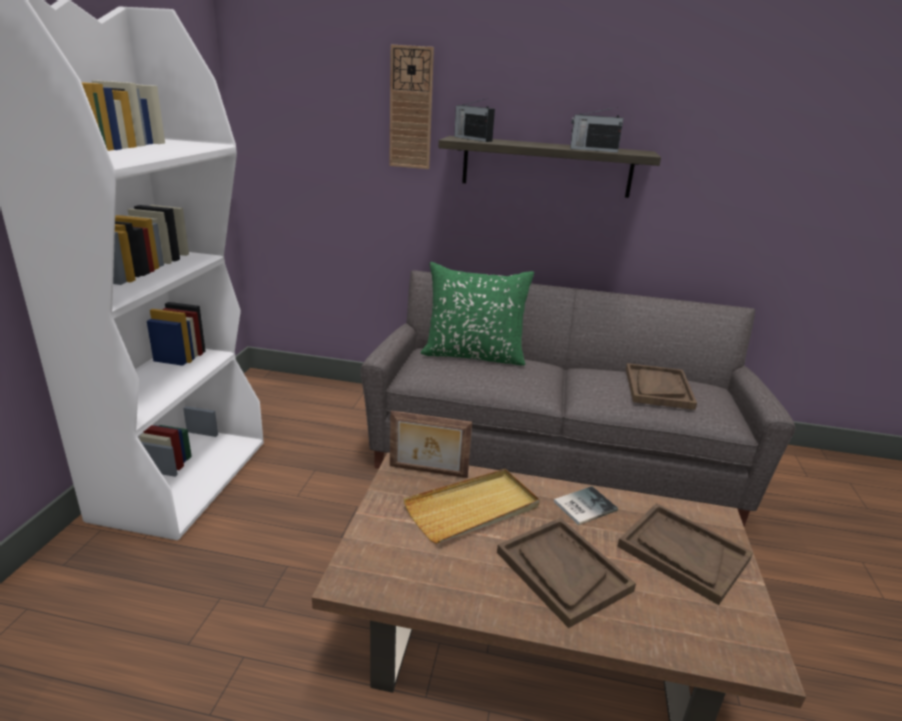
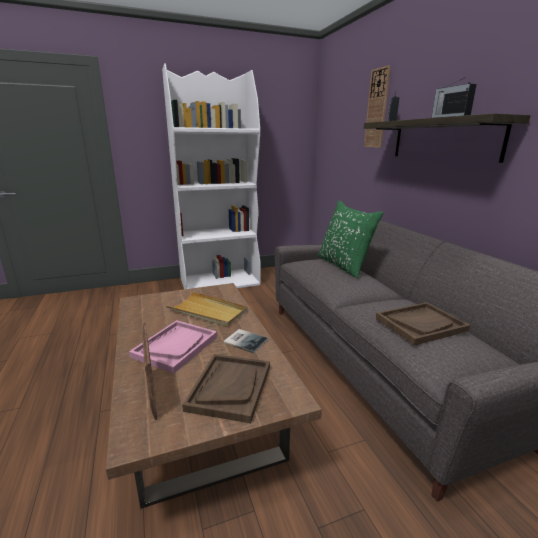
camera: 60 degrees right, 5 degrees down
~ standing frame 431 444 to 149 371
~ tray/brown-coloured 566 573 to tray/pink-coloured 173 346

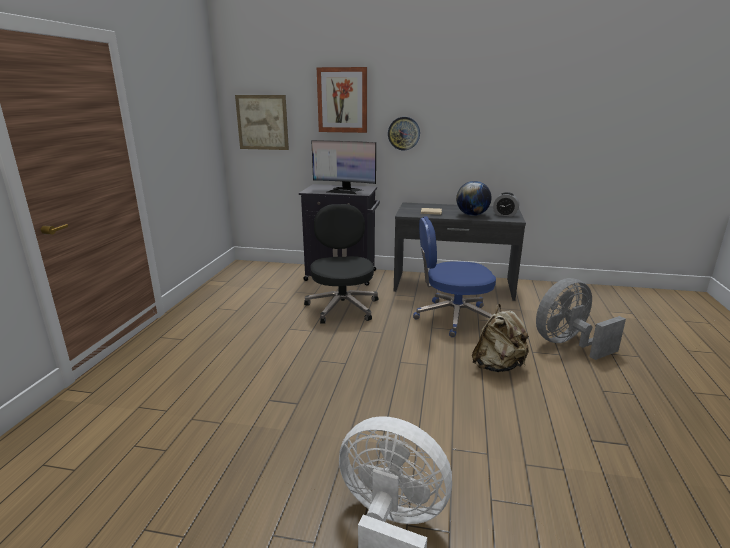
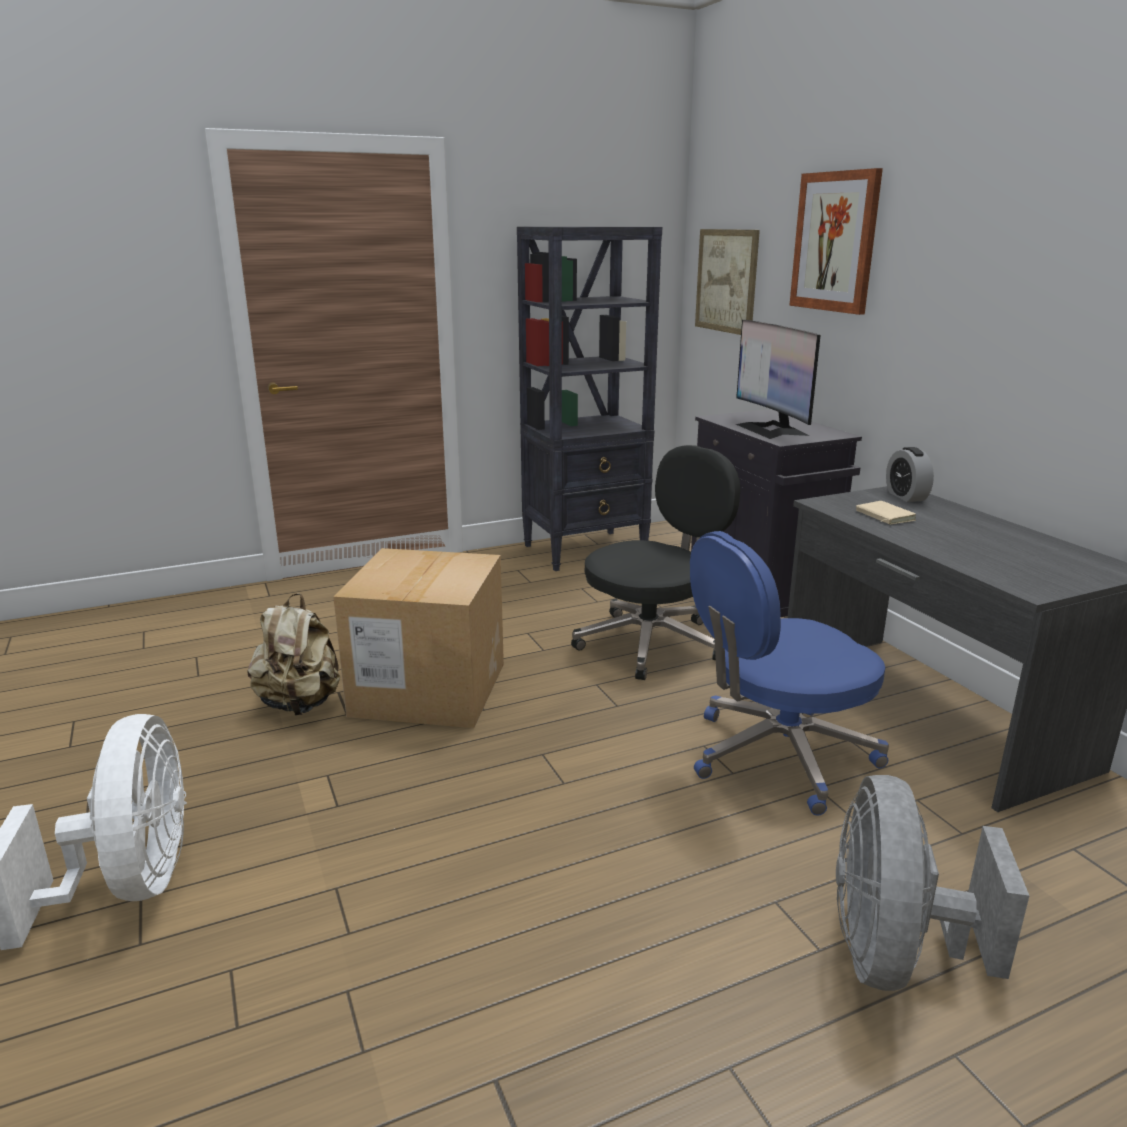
camera: 55 degrees right, 0 degrees up
- clock on the wall 404 133
- globe 474 198
+ cardboard box 418 638
+ shelving unit/black-coloured 589 398
~ knapsack/beige 501 338 to 294 654
~ alarm clock 506 204 to 910 474
~ office chair/blue 454 276 = 789 673 75 degrees counterclockwise
~ electric fan/greyish 581 319 = 932 883 105 degrees counterclockwise

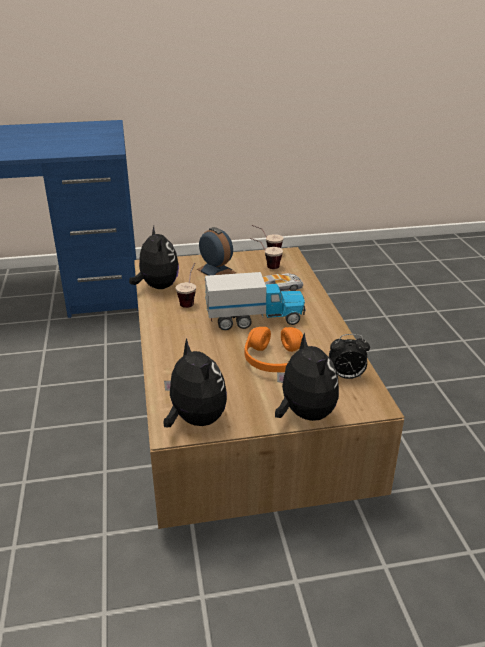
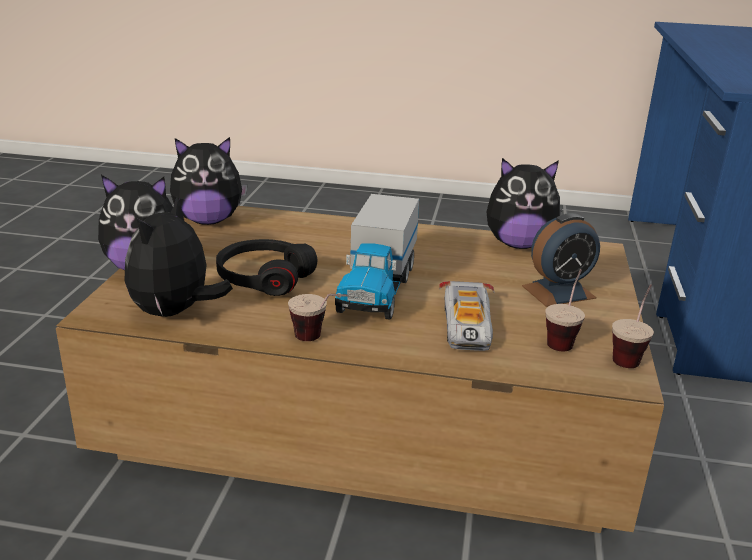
camera: 110 degrees right, 5 degrees down
~ cup 186 285 to 318 317
~ alarm clock 349 356 to soft toy 178 256
~ headphones/orange 274 349 to headphones/black-coloured 266 267

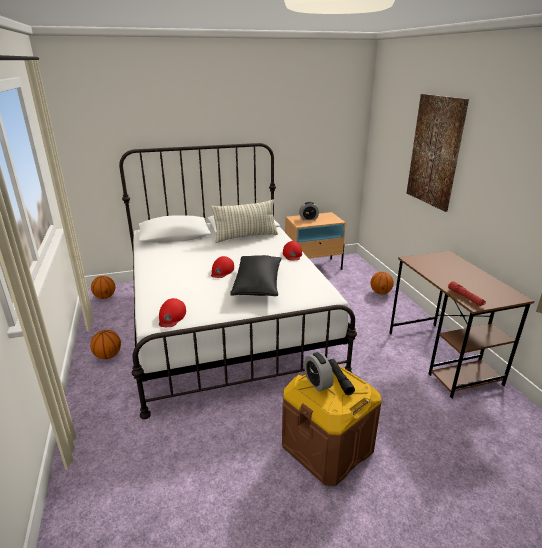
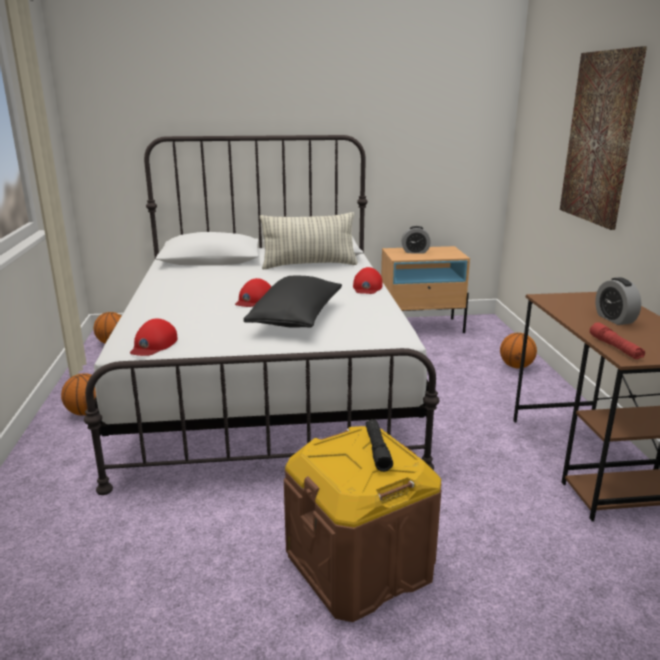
camera: 10 degrees right, 5 degrees down
~ alarm clock 319 372 to 618 301

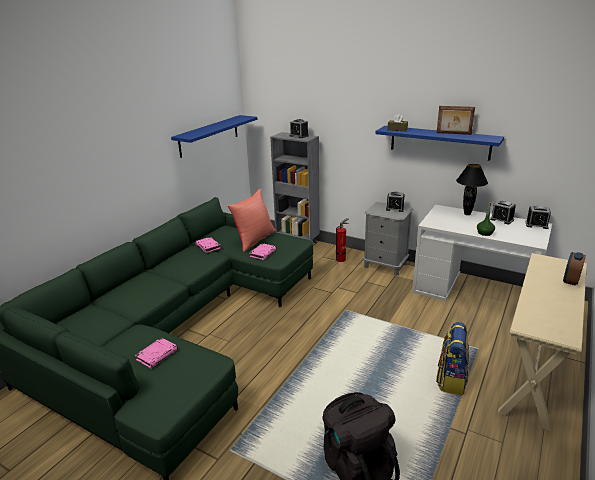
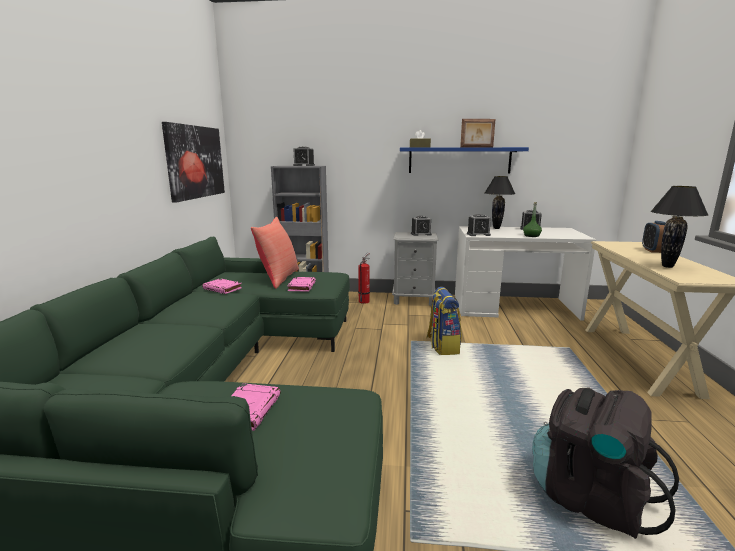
camera: 25 degrees left, 10 degrees down
+ table lamp/black-coloured 679 227
~ knapsack 452 358 to 444 321
~ alarm clock 538 217 to 479 225
~ wall shelf/blue 214 136 to wall art 193 162

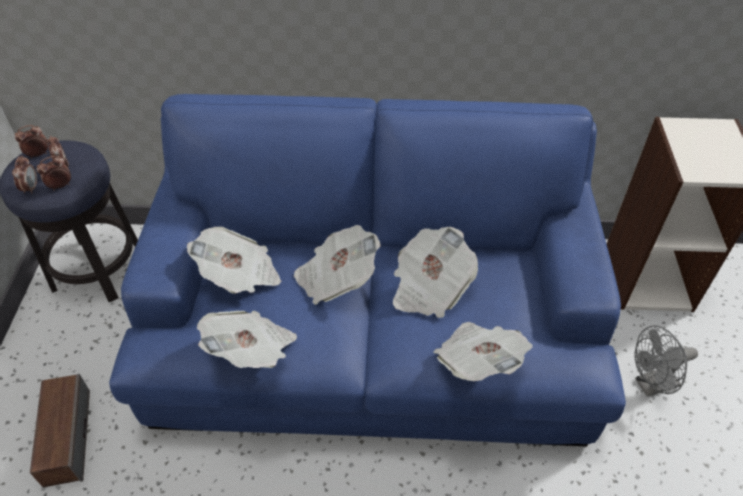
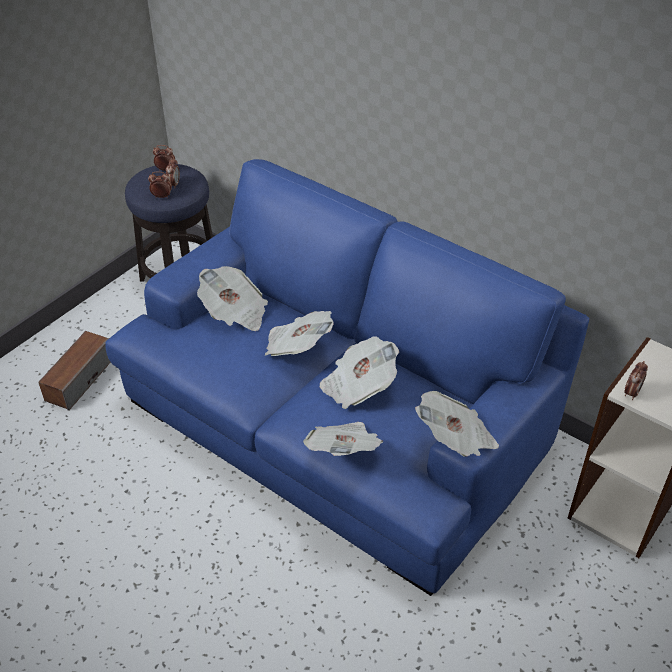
camera: 35 degrees right, 5 degrees down
- electric fan/greyish 666 361
~ alarm clock 24 175 to 636 380
~ daily paper 247 339 to 457 424

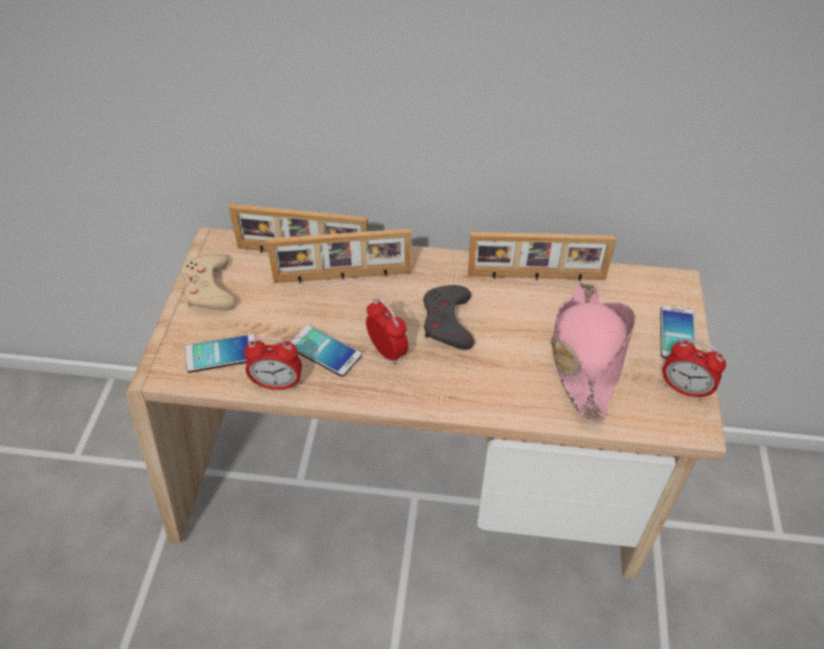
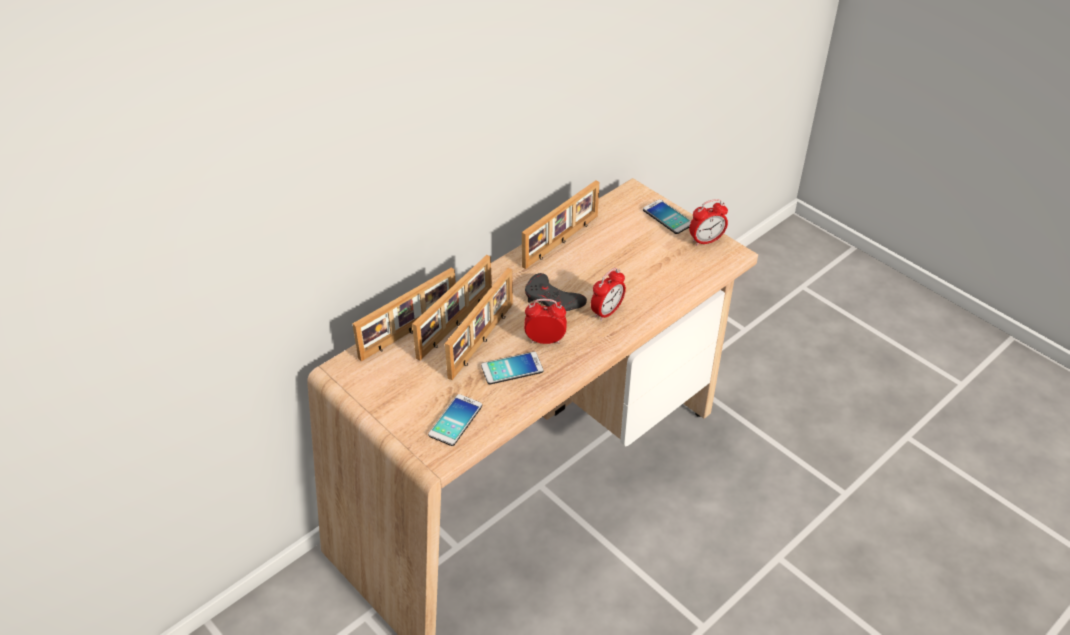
camera: 50 degrees left, 5 degrees down
- game controller/beige 208 282
- hat/pink-coloured 592 352
+ standing frame 479 324
~ alarm clock 273 363 to 608 294

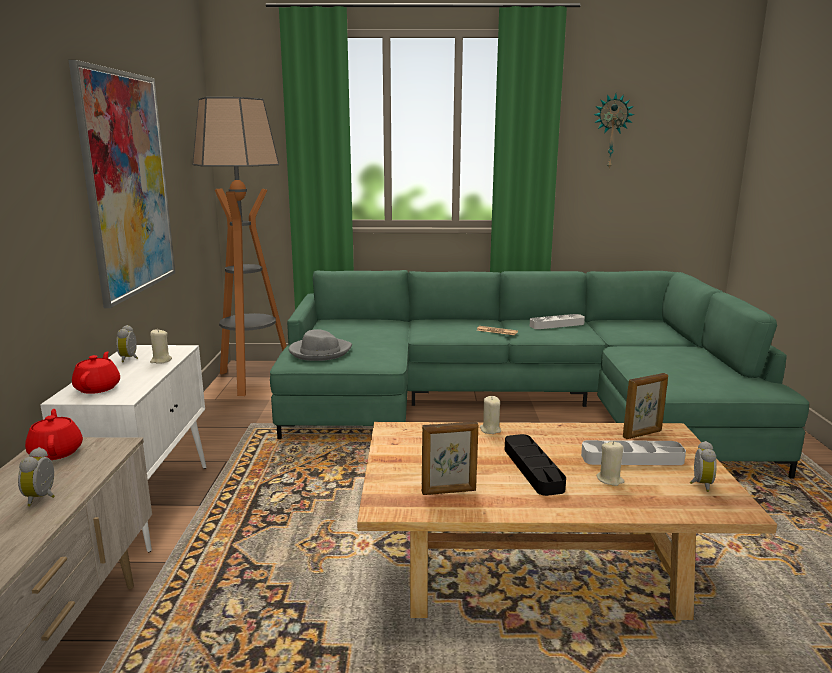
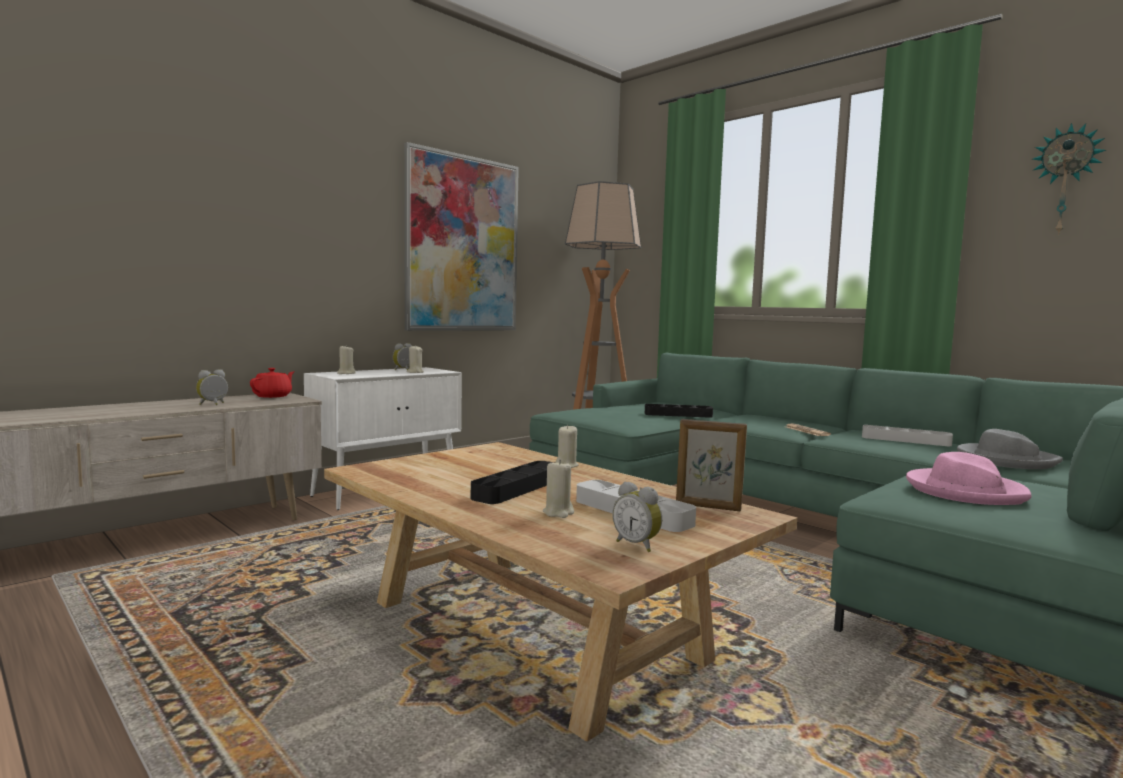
camera: 45 degrees right, 10 degrees down
- standing frame 450 458
+ tray/black-coloured 679 411
+ hat/pink-coloured 969 478
~ hat/greyish 320 345 to 1010 449
~ teapot/red-coloured 96 372 to wax candle/beige 346 359
~ alarm clock 703 466 = 637 516 75 degrees clockwise

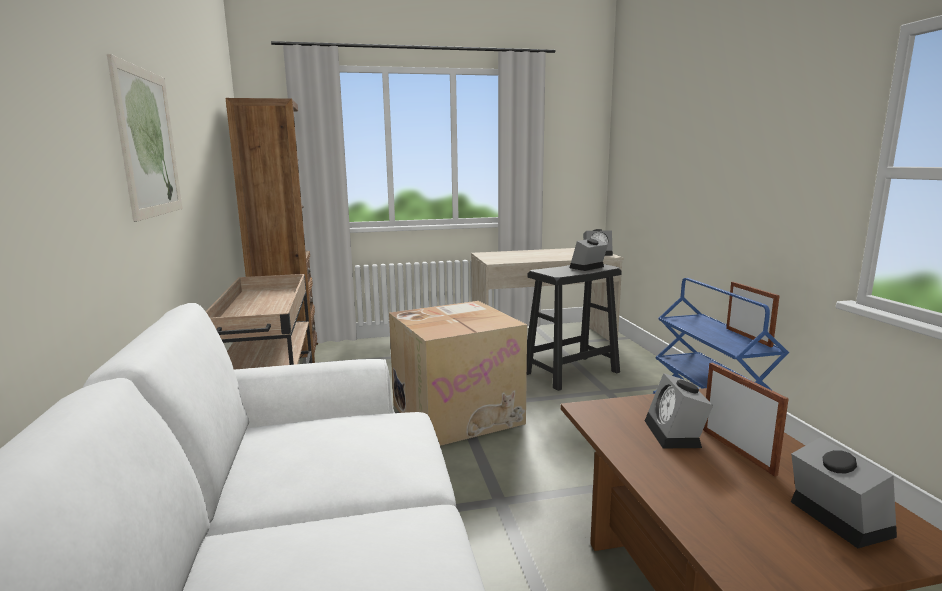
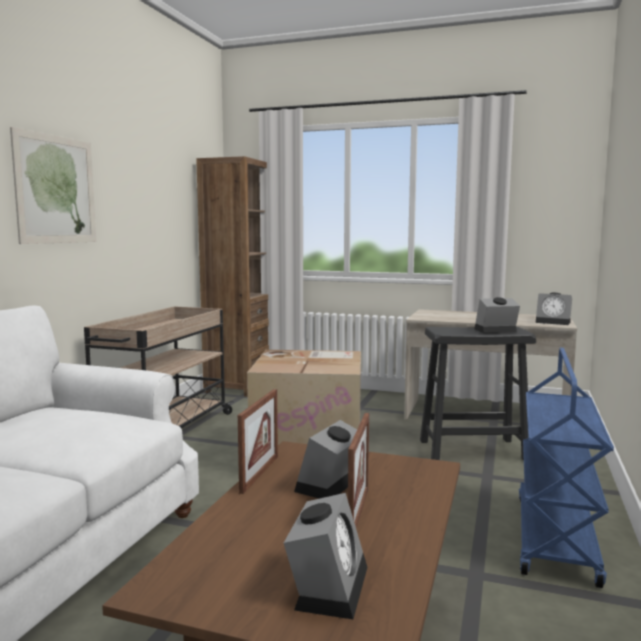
camera: 30 degrees right, 5 degrees down
~ standing frame 753 314 to 258 441

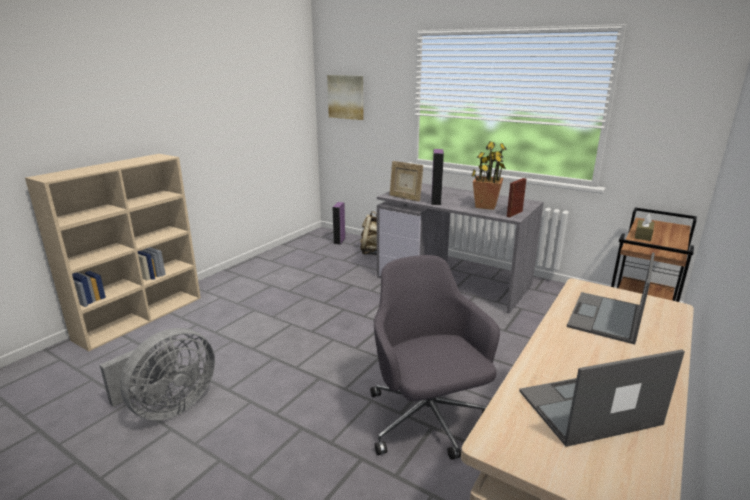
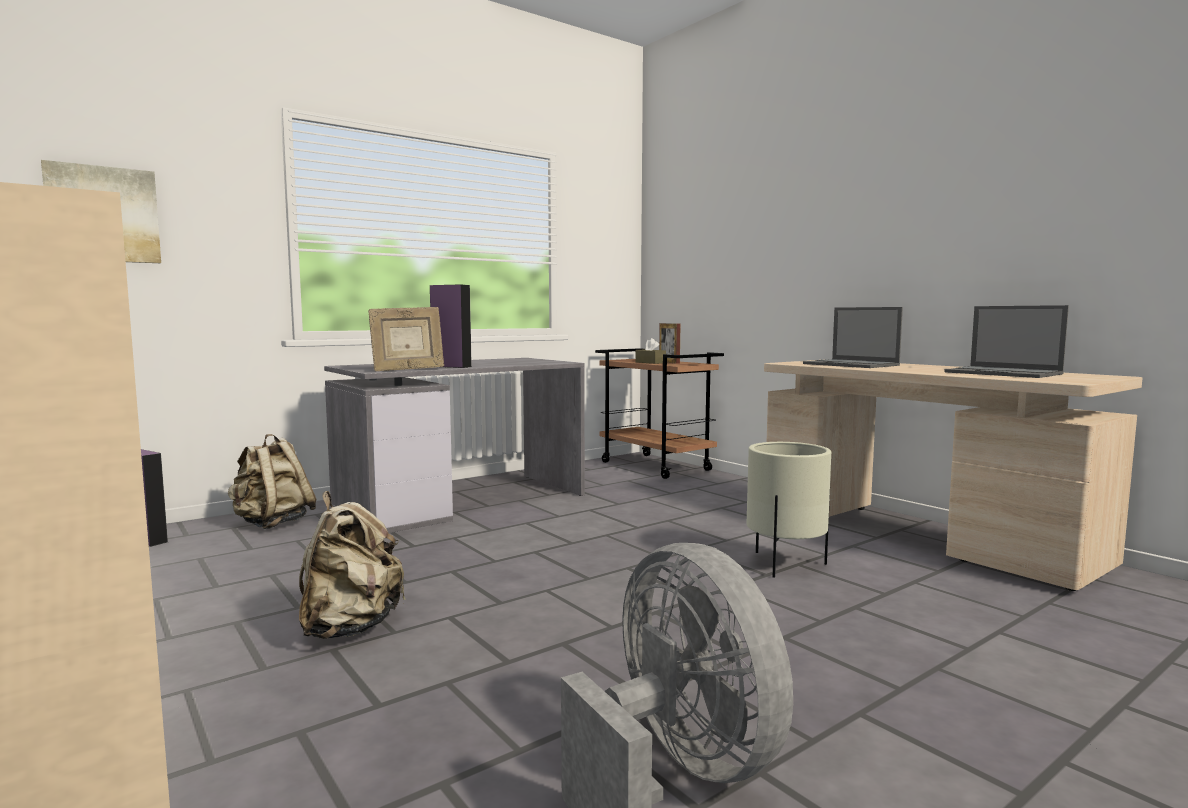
camera: 70 degrees left, 15 degrees down
- plant in a pot 489 175
+ knapsack/beige 352 565
~ standing frame 516 198 to 669 343
~ office chair/greyish 435 357 to flower pot/beige 789 510
~ portable computer 602 398 = 1006 341 45 degrees counterclockwise

